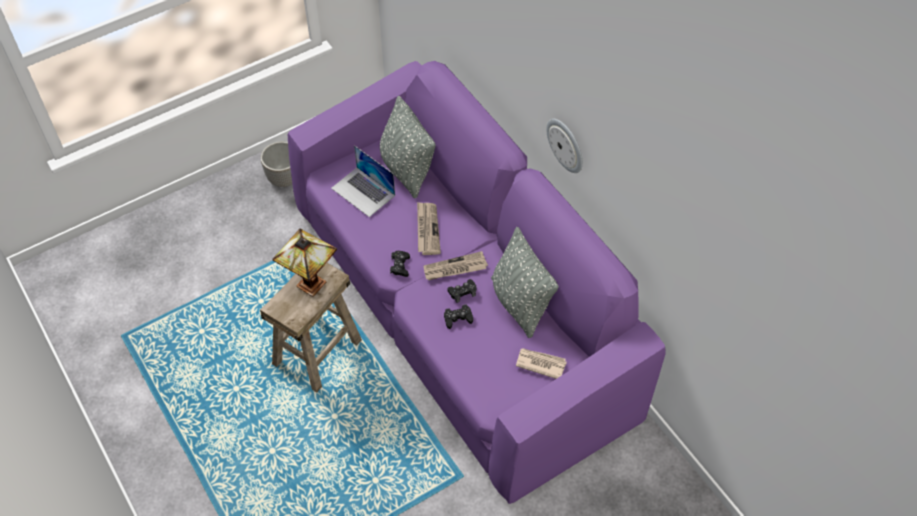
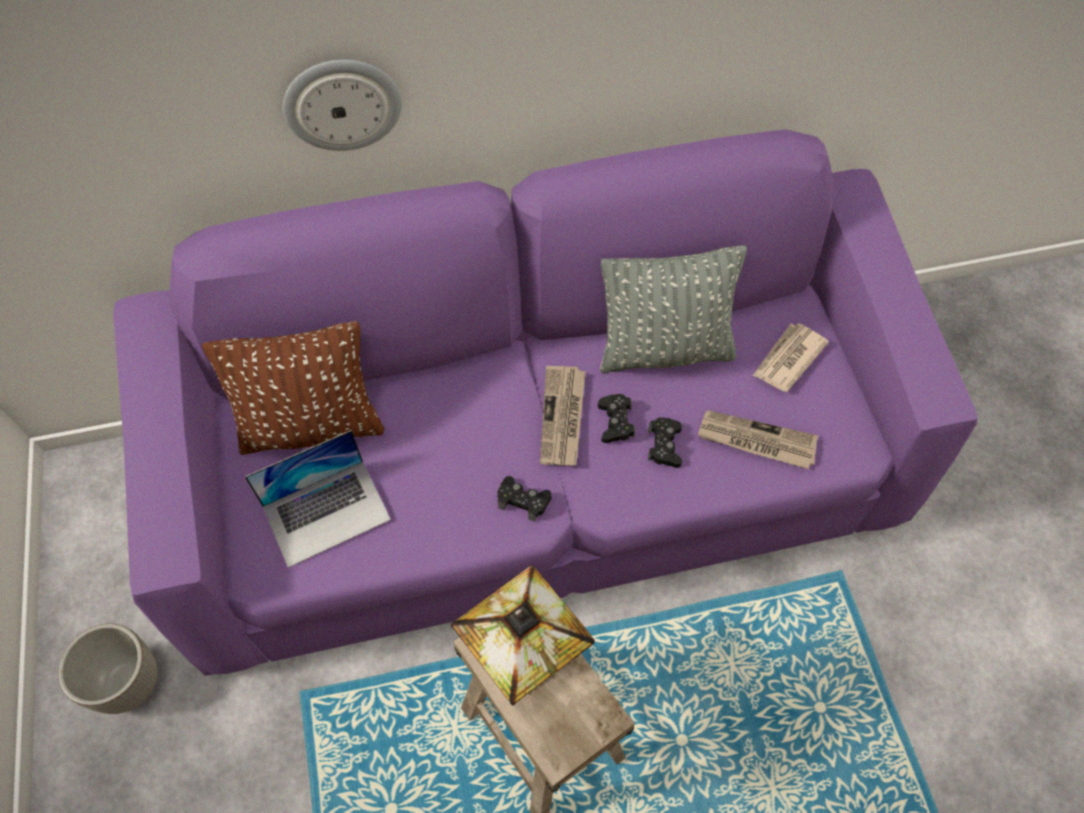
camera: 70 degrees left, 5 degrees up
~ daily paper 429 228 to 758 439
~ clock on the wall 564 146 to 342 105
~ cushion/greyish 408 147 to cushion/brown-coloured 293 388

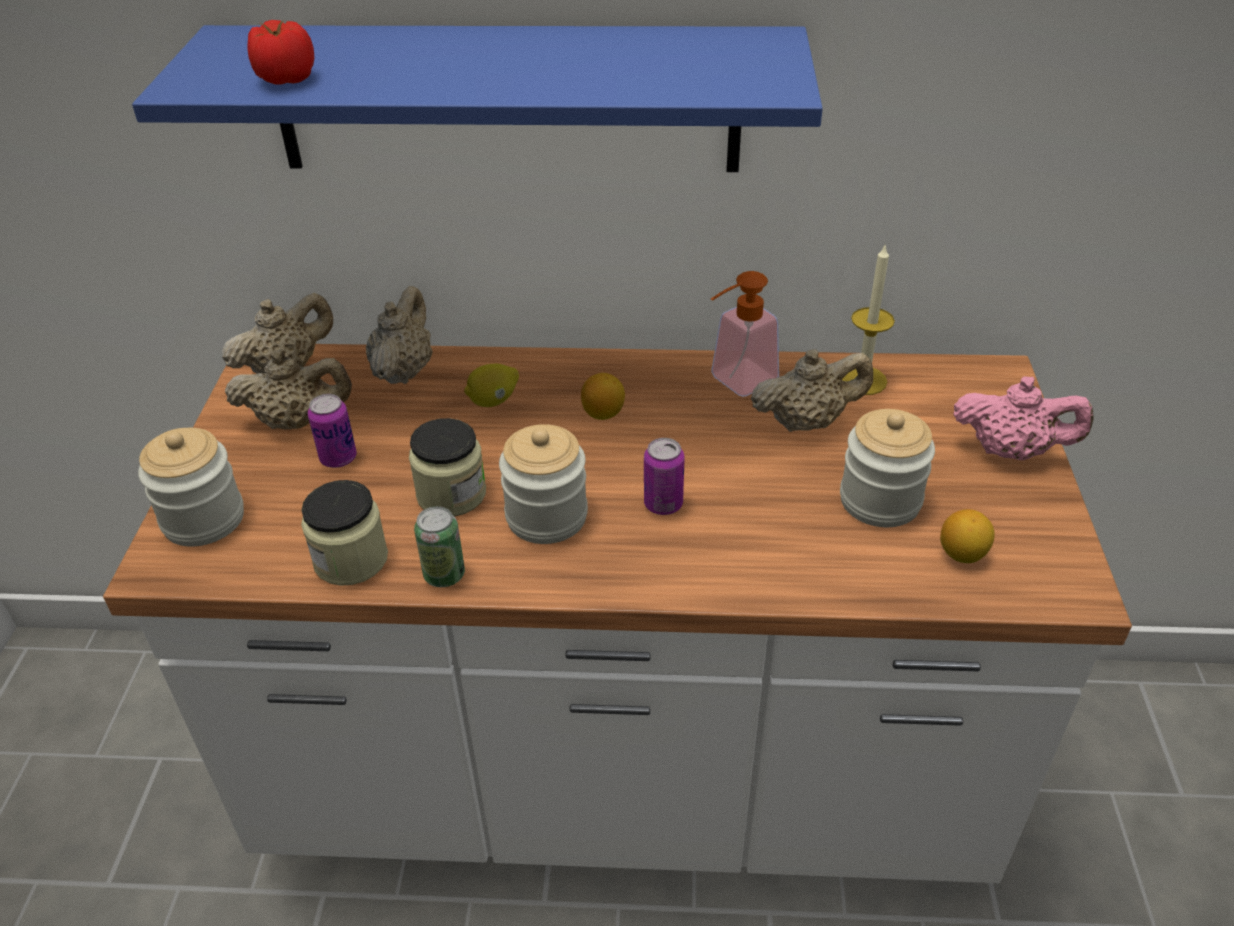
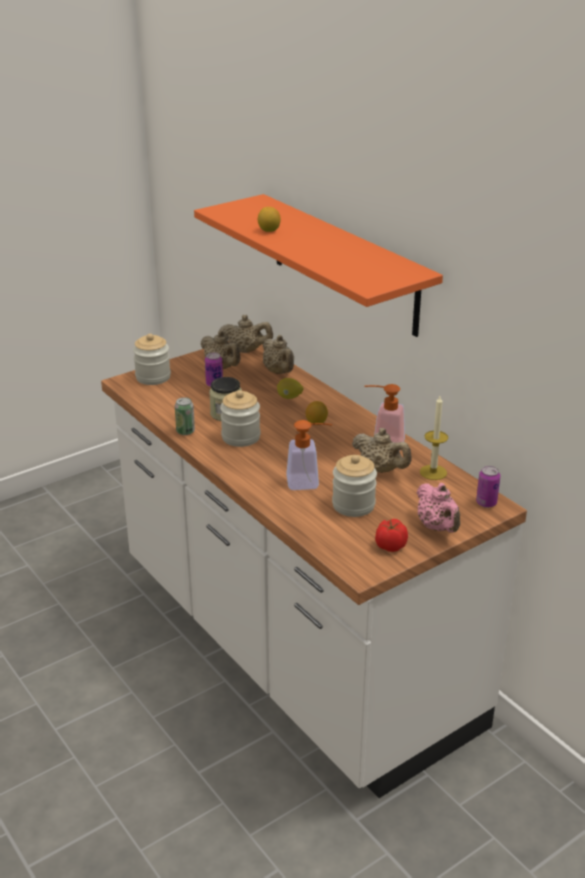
camera: 50 degrees right, 10 degrees down
- preserve jar 344 533
+ soap dispenser 309 455
~ fresh tomato 280 52 to 391 535
~ metal can 664 476 to 488 487
~ whole lemon 967 536 to 269 219
~ wall shelf/blue 477 98 to wall shelf/orange 318 265
~ teapot/beige 399 335 = 278 354 90 degrees clockwise

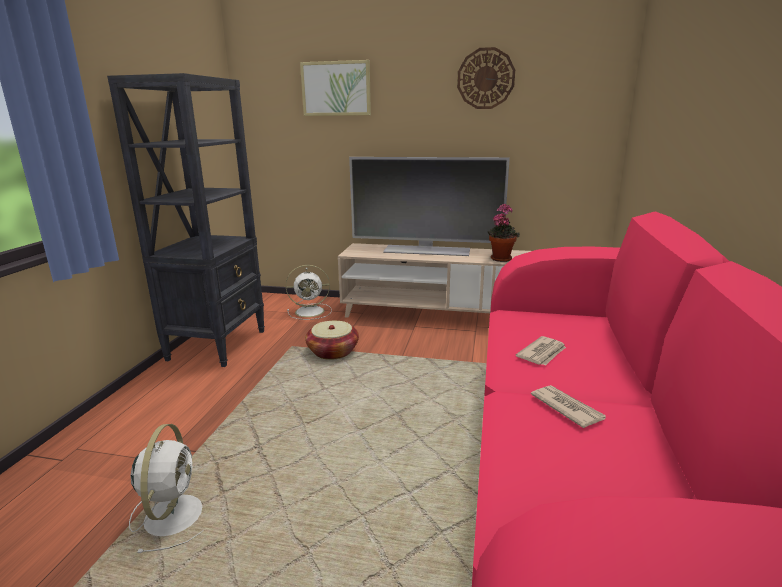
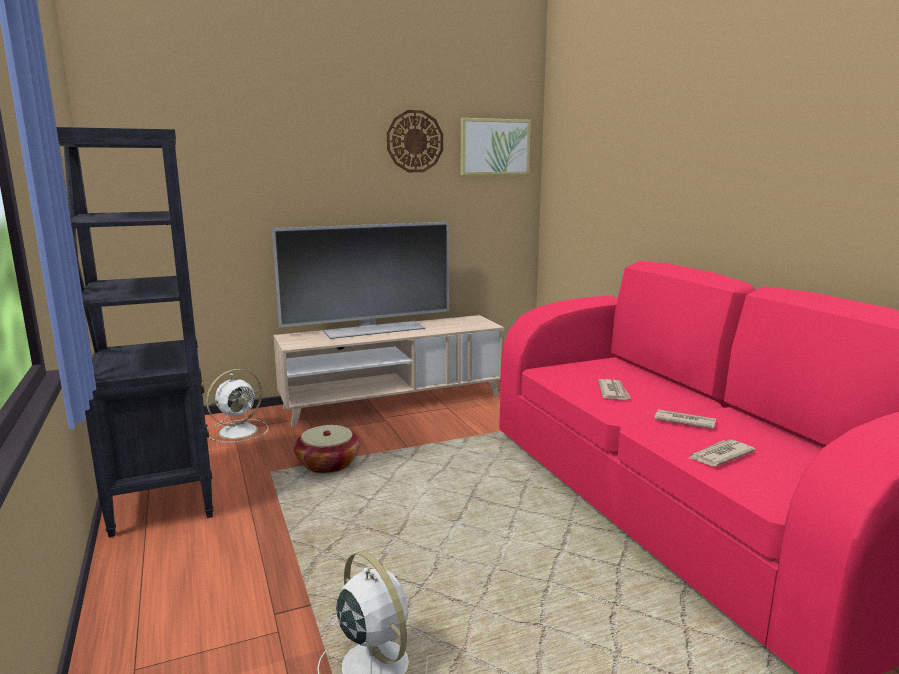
camera: 35 degrees left, 5 degrees down
- plant in a pot 504 233
+ daily paper 722 453
~ wall art 335 88 to 496 146

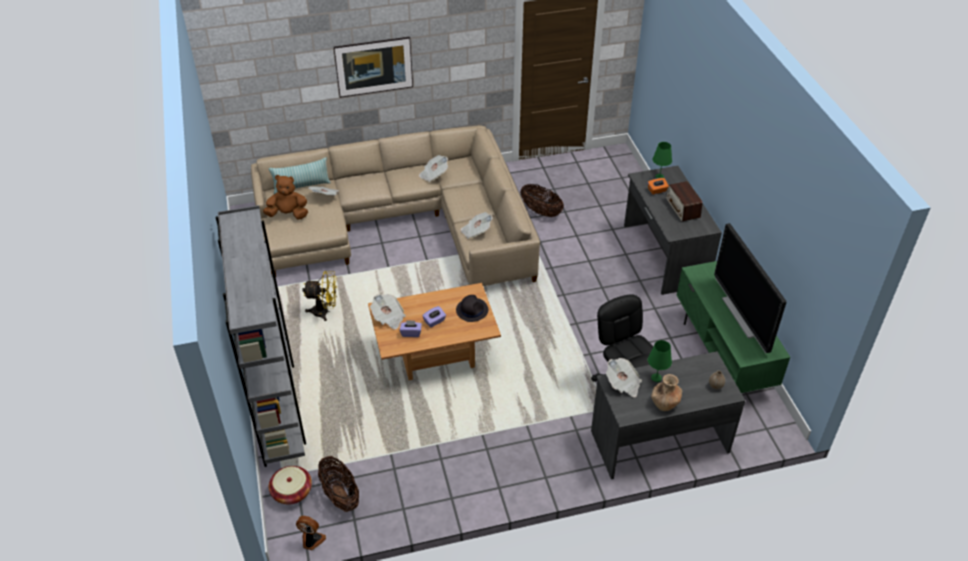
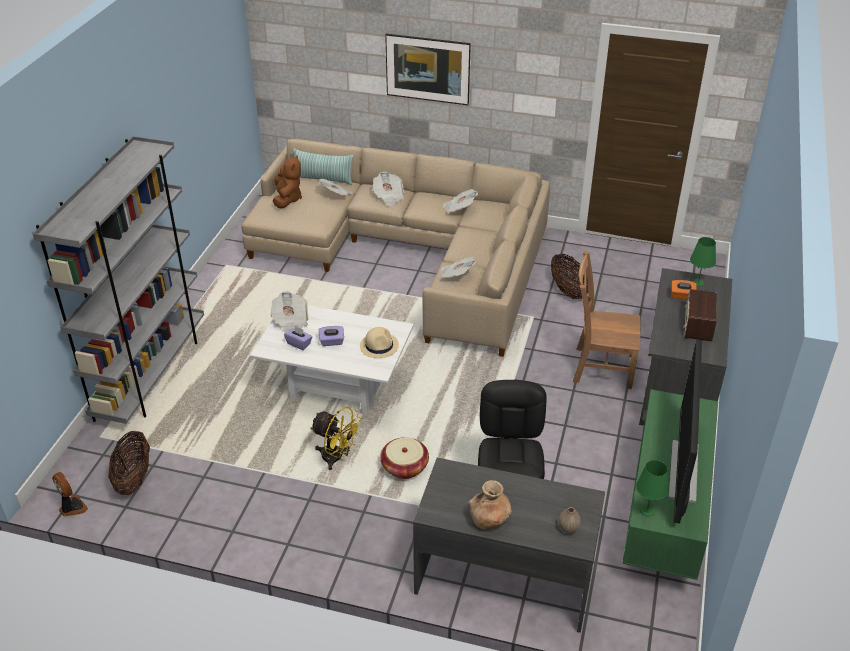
camera: 30 degrees right, 5 degrees down
+ chair/brown-coloured 607 320
~ basket 290 485 to 404 458
~ electric fan/yellow 319 296 to 336 438
~ daily paper 624 378 to 388 189
~ table lamp/green 660 361 to 652 488
~ low table/brown-coloured 434 331 to low table/white-coloured 332 360
~ hat/black-coloured 472 308 to hat/beige 379 342
~ soft toy/brown-coloured 285 197 = 287 182 60 degrees clockwise

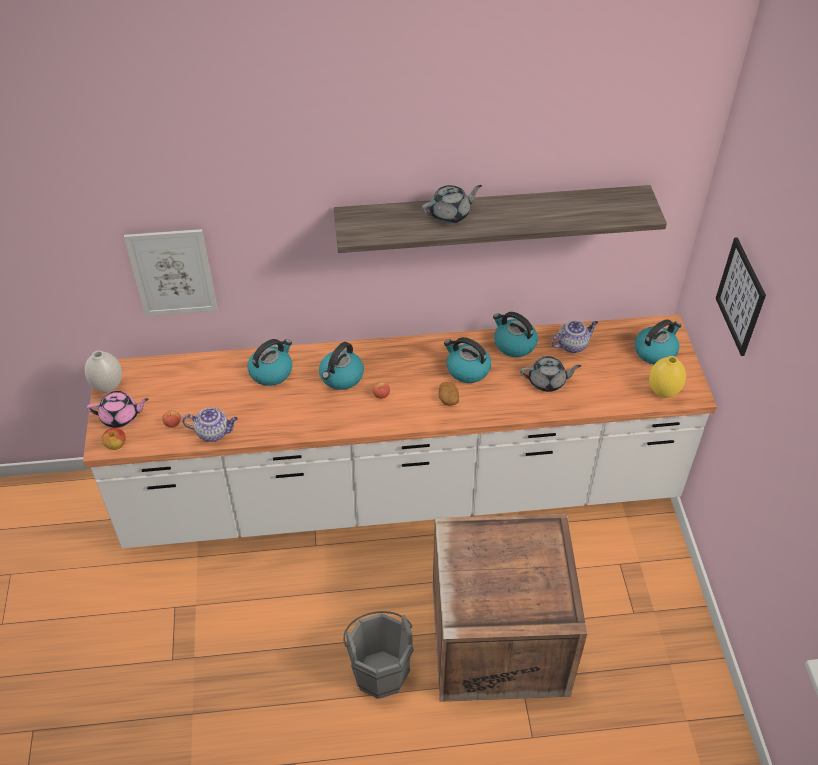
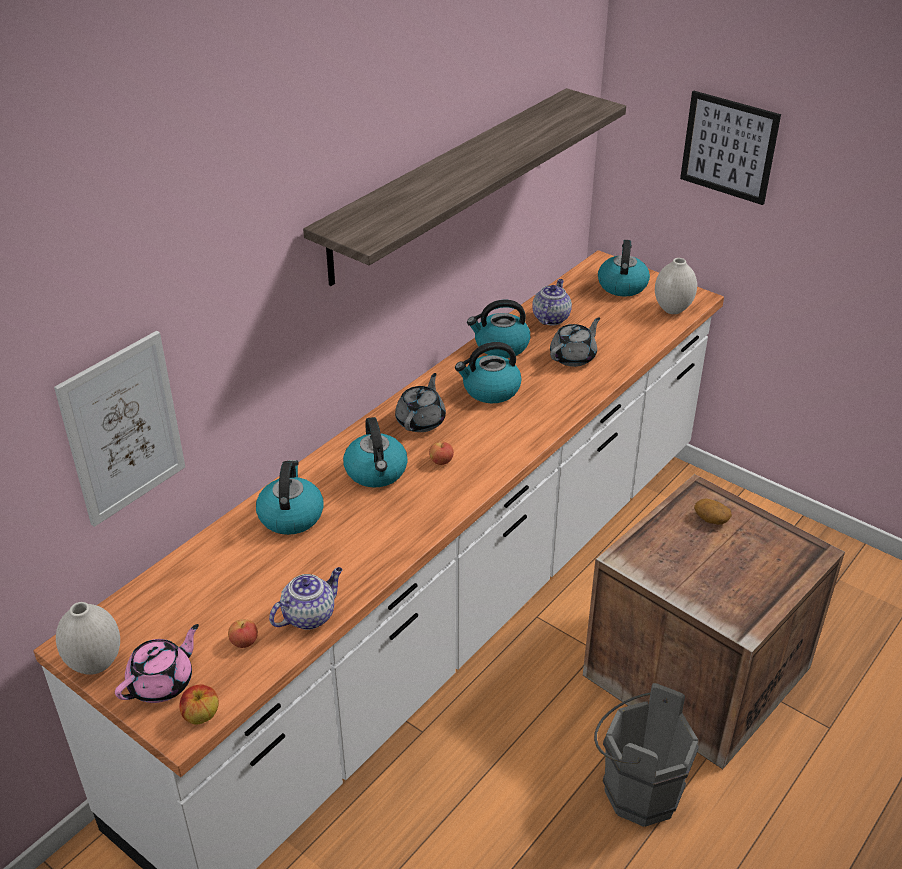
camera: 45 degrees left, 10 degrees down
~ teapot/greyish 452 204 to 420 402
~ whole potato 448 394 to 713 511
~ flower vase/yellow 667 377 to flower vase/white-coloured 676 286

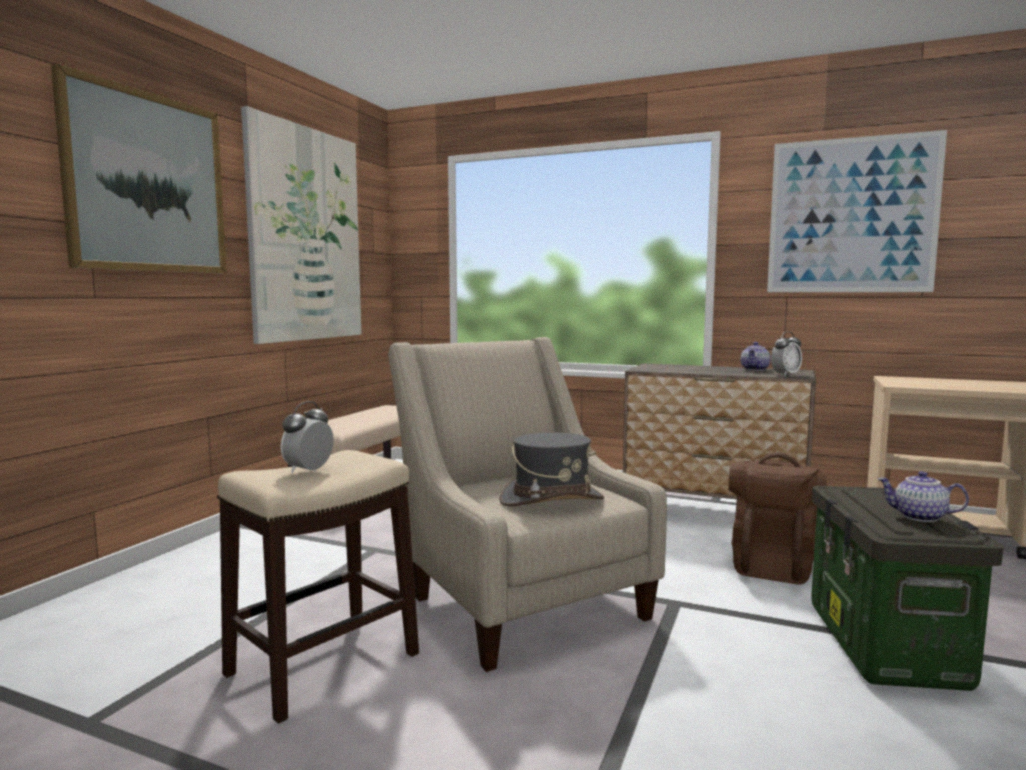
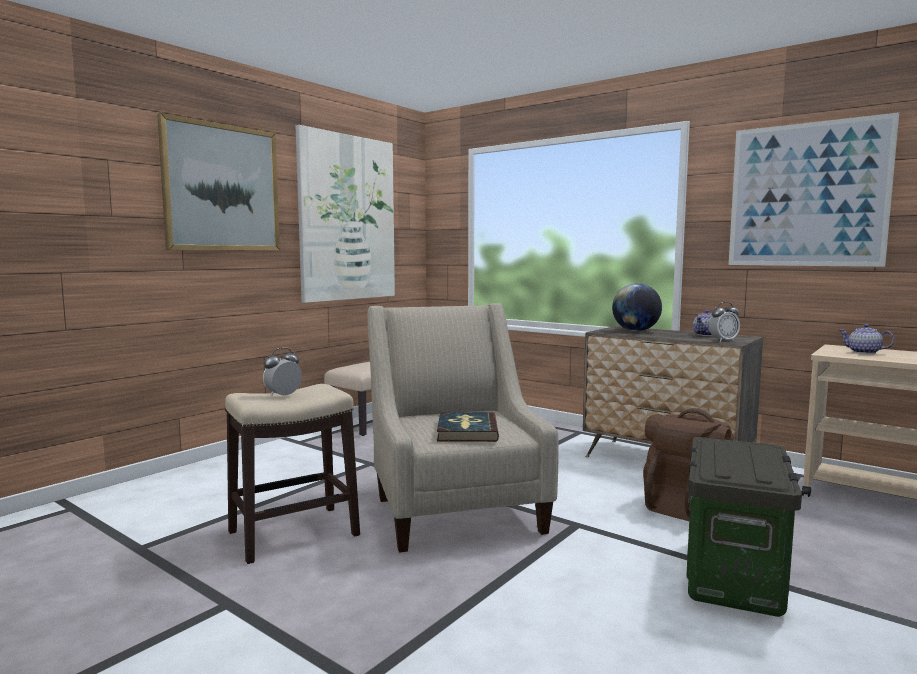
camera: 15 degrees right, 0 degrees up
+ globe 637 307
~ teapot 923 496 to 867 339
~ hat/greyish 551 470 to bound book 468 427

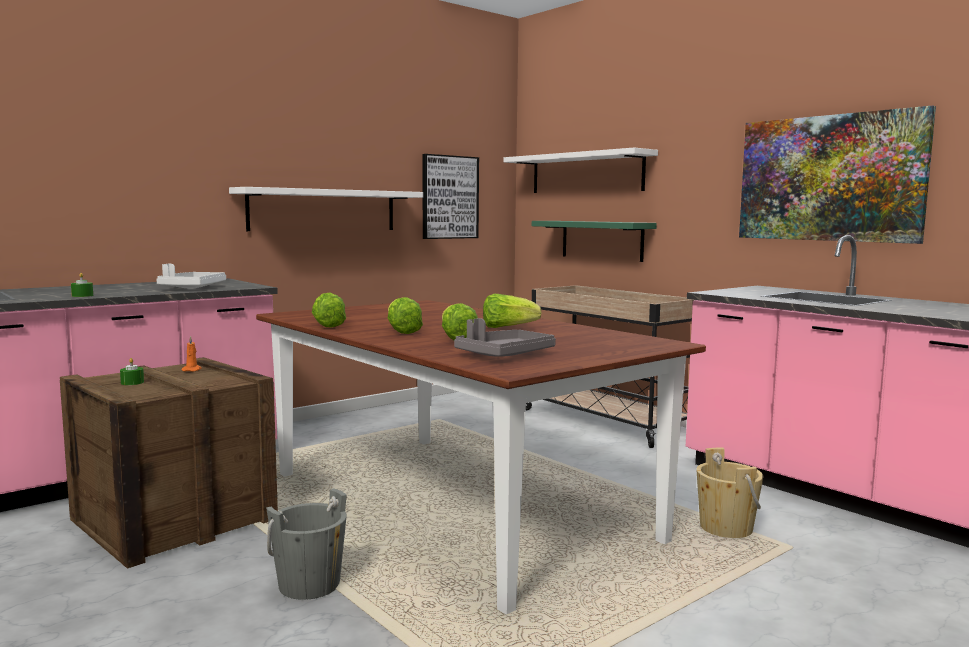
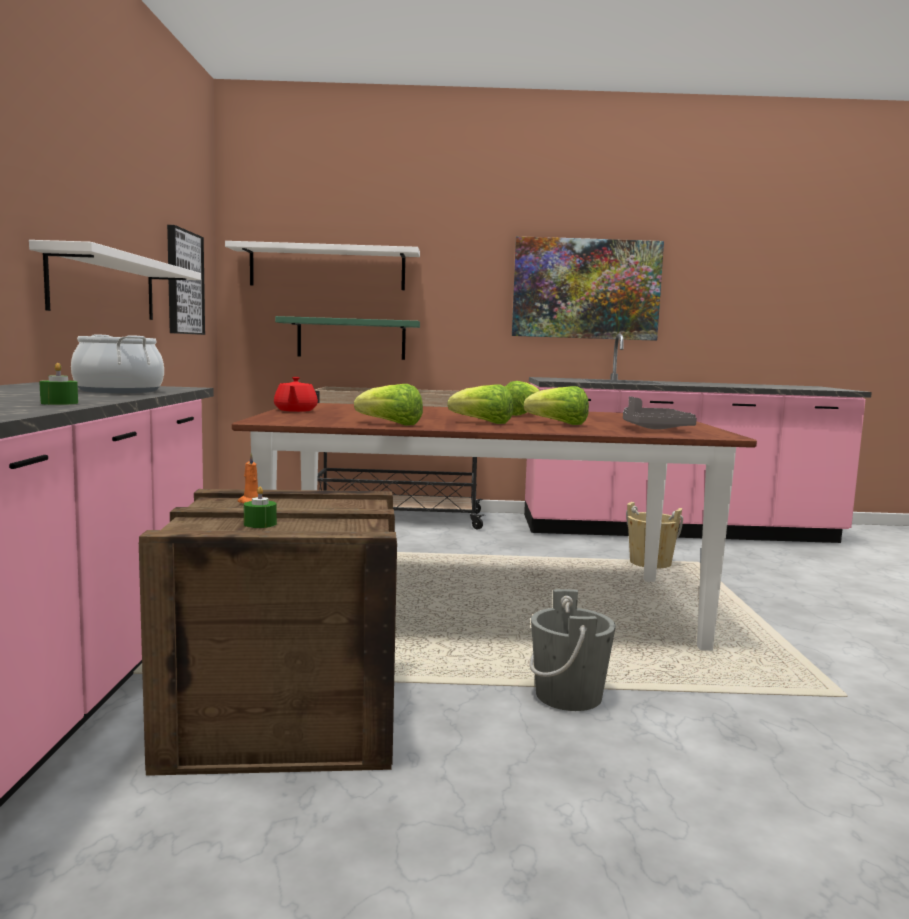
camera: 50 degrees left, 0 degrees up
+ teapot/red-coloured 296 394
~ tray/white-coloured 191 276 to stockpot 117 363

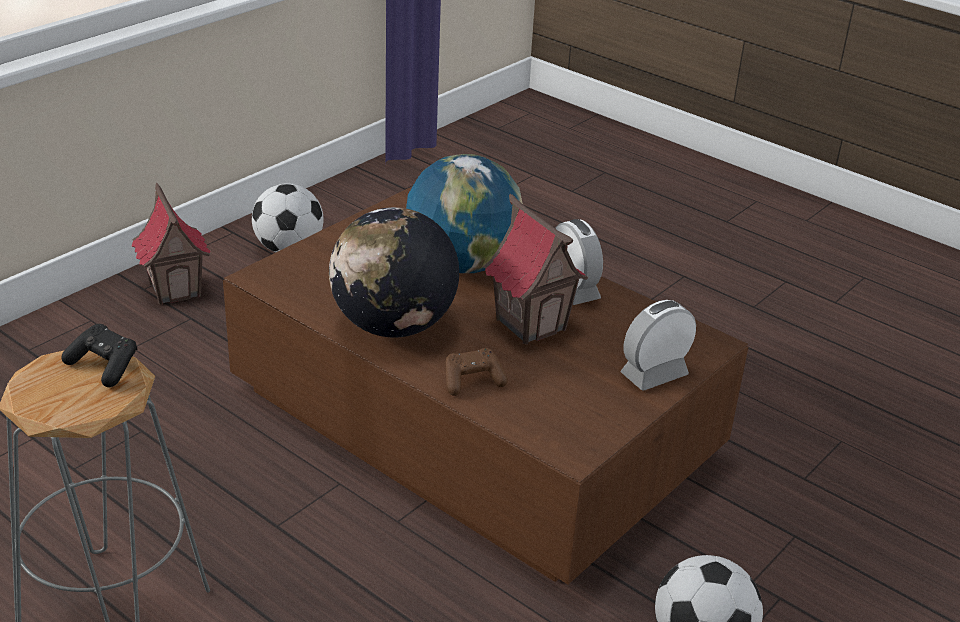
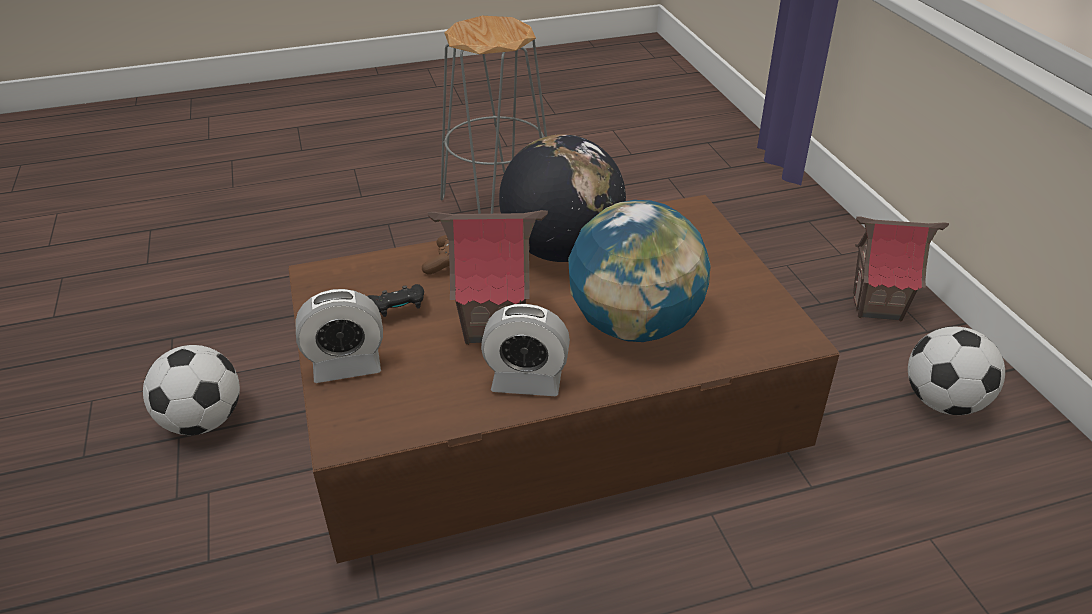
camera: 125 degrees right, 5 degrees up
~ game controller/black-coloured 99 355 to 395 300
~ alarm clock 658 345 = 339 336 75 degrees clockwise

